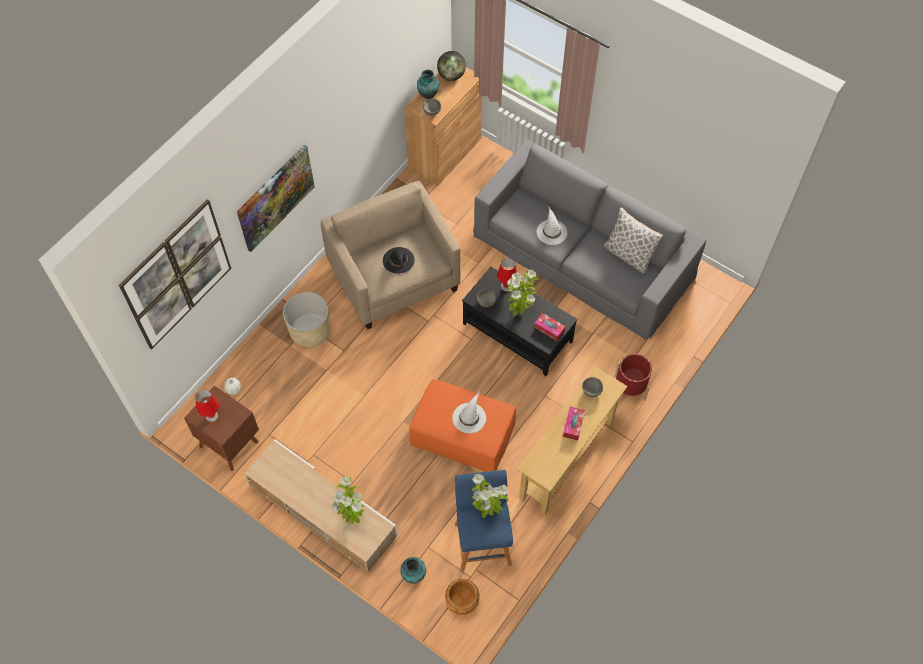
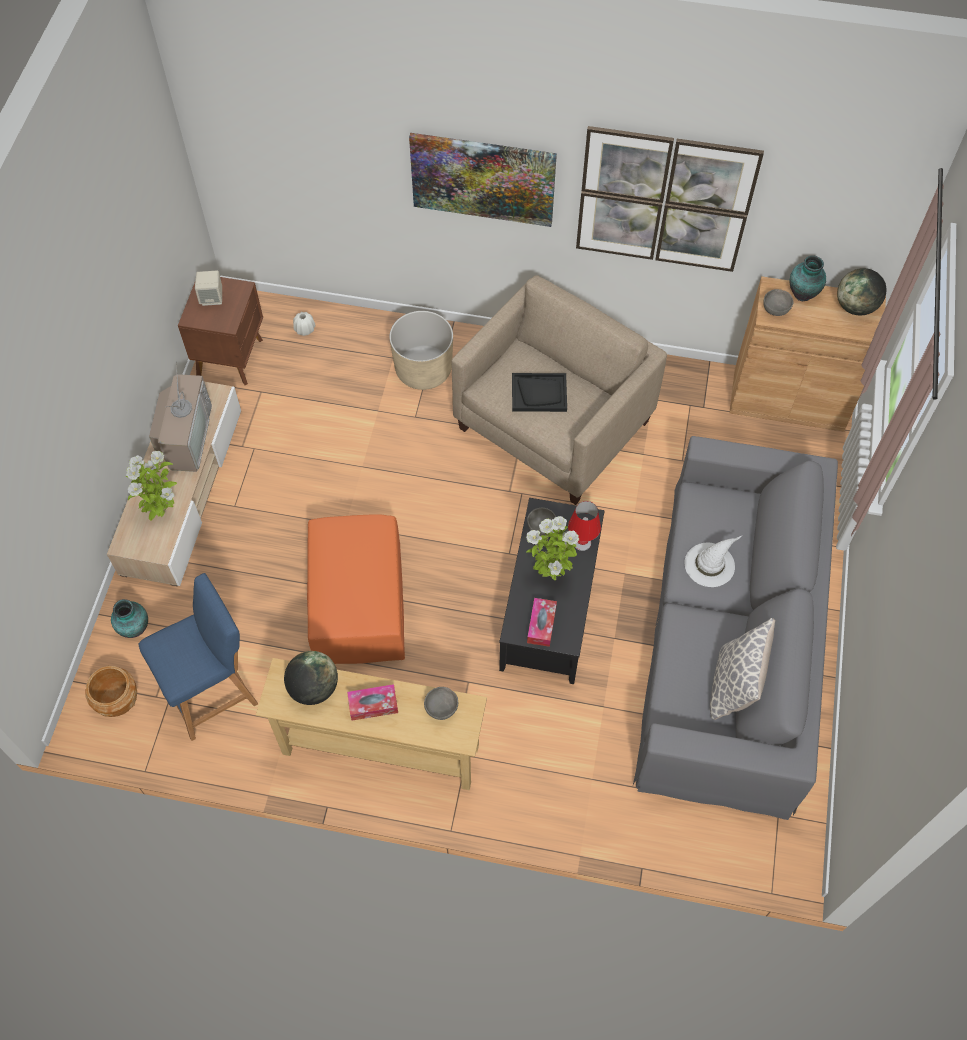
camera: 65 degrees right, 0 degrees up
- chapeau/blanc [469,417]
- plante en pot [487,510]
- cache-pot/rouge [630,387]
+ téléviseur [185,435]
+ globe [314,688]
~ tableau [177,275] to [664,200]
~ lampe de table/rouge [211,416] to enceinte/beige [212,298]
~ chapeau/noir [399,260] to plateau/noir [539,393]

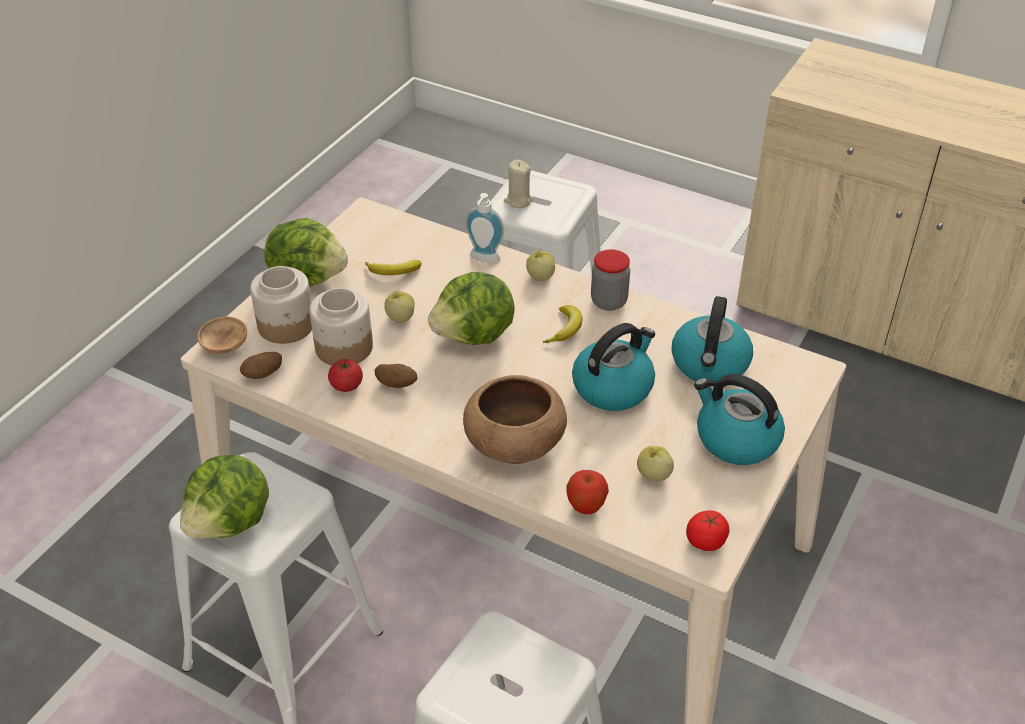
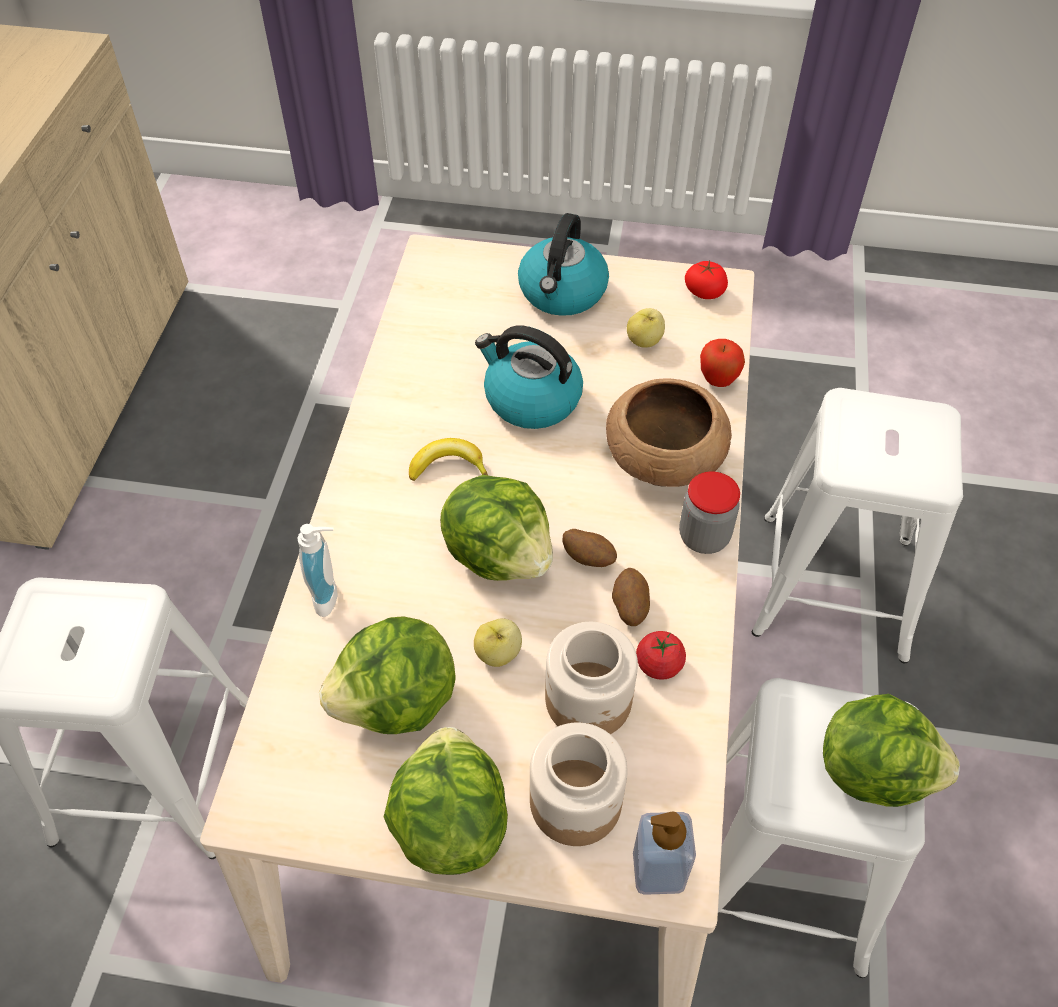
camera: 110 degrees left, 10 degrees up
- bougie/beige [518,201]
- pomme [540,277]
- bouilloire [710,365]
~ pomme de terre [263,375] to [588,558]
~ bocal [609,301] to [704,537]
~ bol/marron [225,346] to distributeur de savon [658,870]
~ banane [394,272] to laitue [397,703]

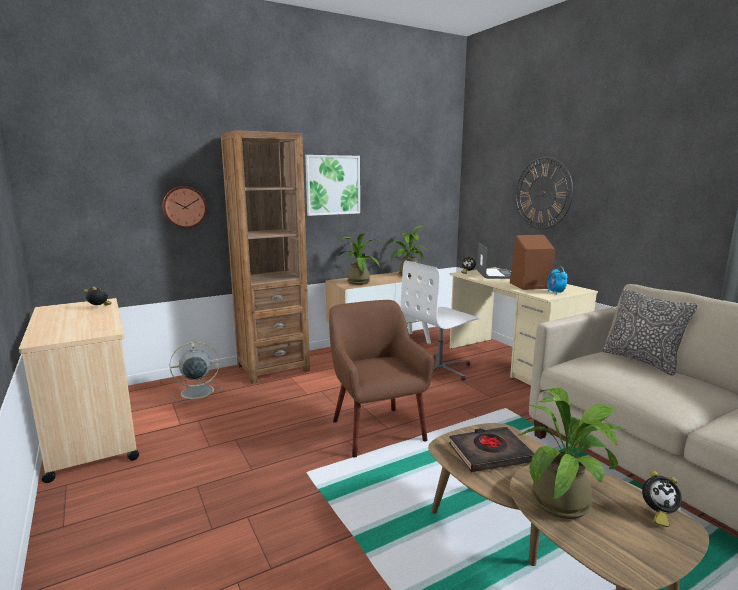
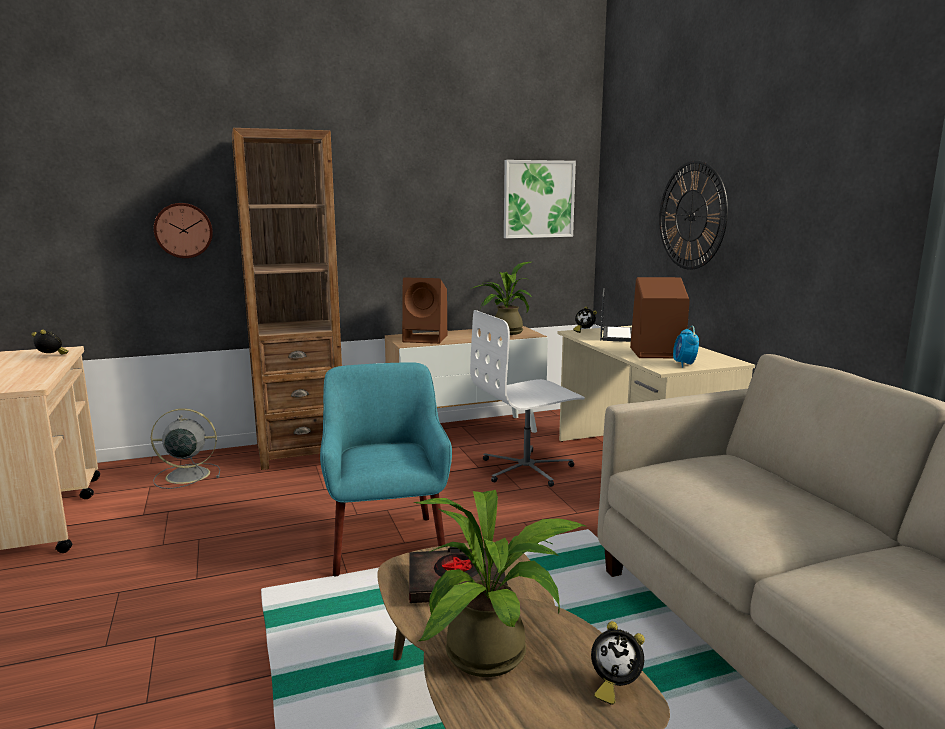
camera: 10 degrees right, 0 degrees up
- coussin [641,361]
~ tableau [332,185] to [538,199]
~ plante en pot [358,282] to enceinte/marron [426,339]
~ fauteuil/marron [376,430] to fauteuil/turquoise [387,544]

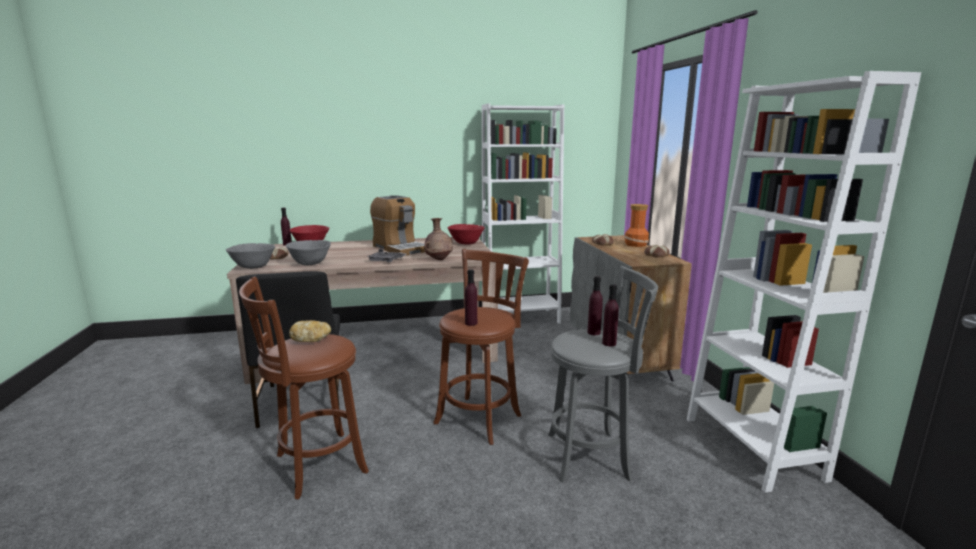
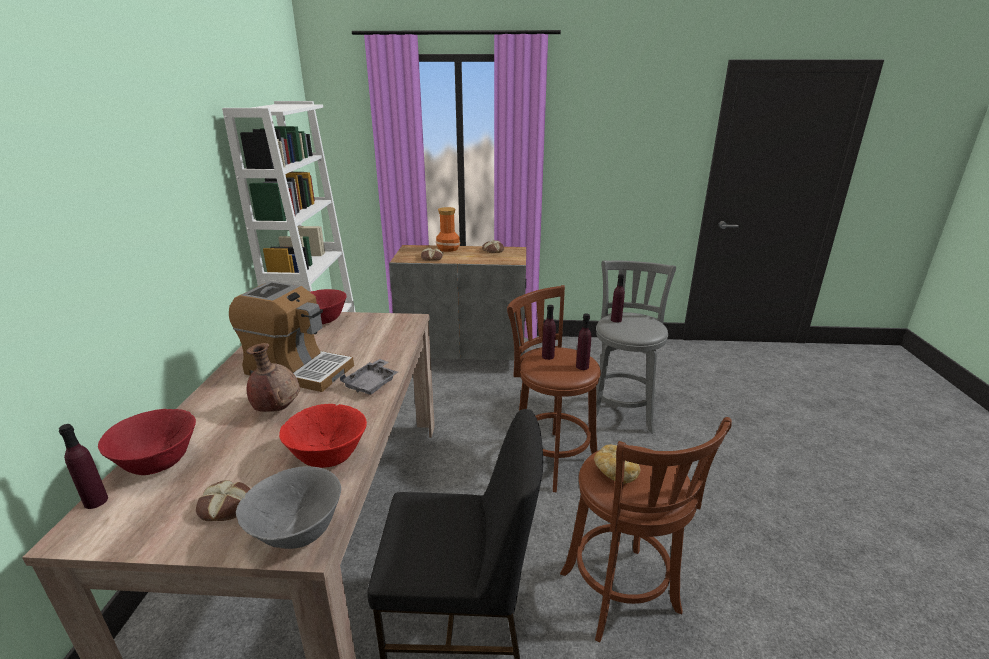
camera: 75 degrees left, 10 degrees up
- bibliothèque/blanc [752,447]
~ vase/marron [439,259] to [277,409]
~ bouteille/violet [609,343] to [548,356]
~ bol/gris [310,264] to bol/rouge [328,457]
~ machine à café [399,248] = [297,369] 45 degrees clockwise

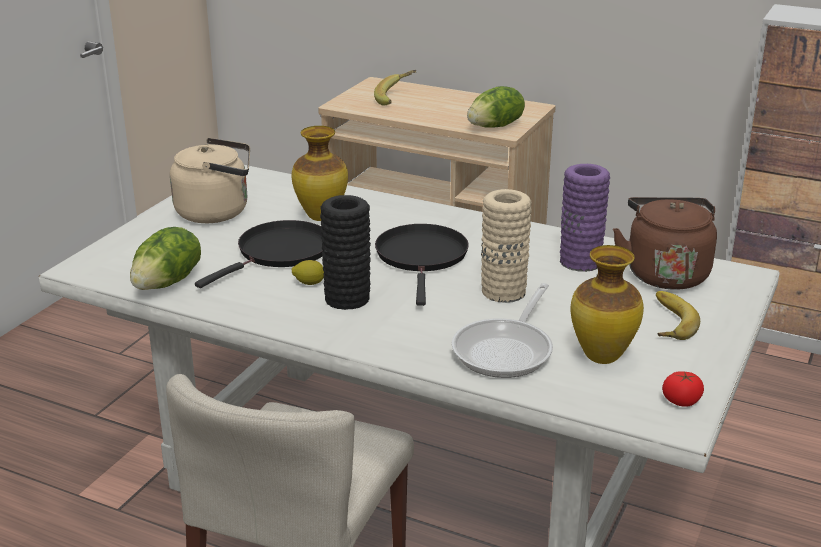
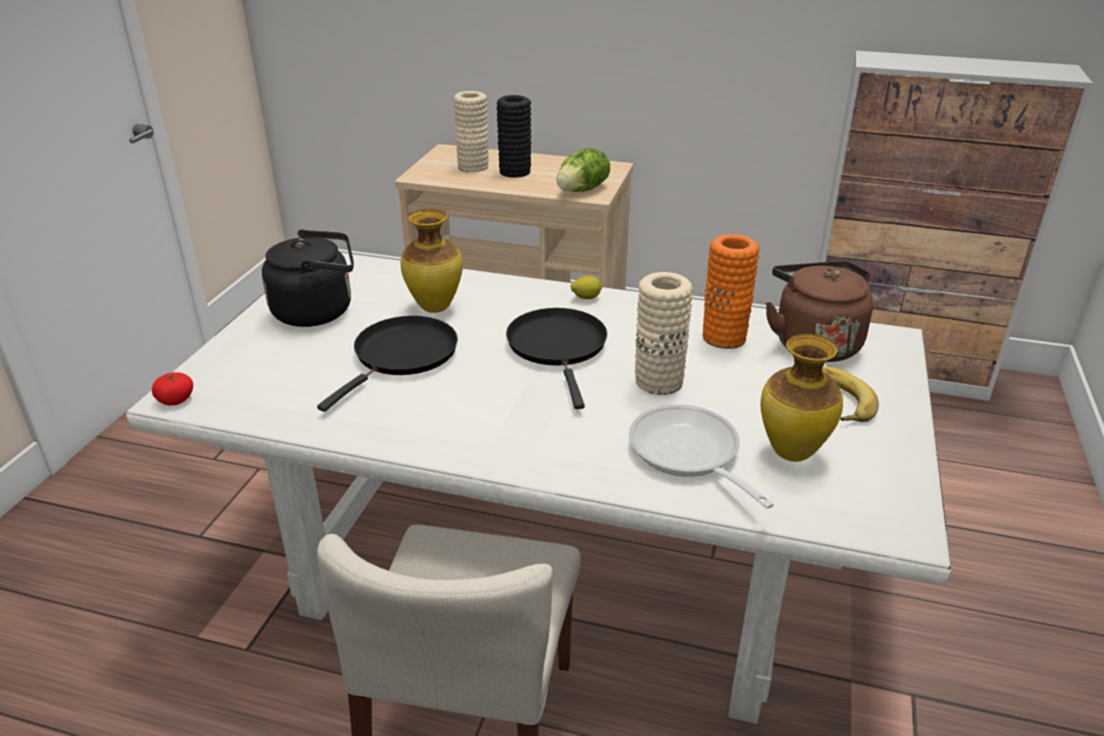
camera: 10 degrees left, 5 degrees up
- laitue [168,282]
~ citron [309,283] to [586,298]
~ vase/noir [347,298] to [515,172]
~ tomate [681,400] to [175,399]
~ banane [396,99] to vase/beige [473,167]
~ bouilloire/beige [217,212] to bouilloire/noir [318,311]
~ vase/violet [580,261] to vase/orange [723,337]
~ poêle [507,350] = [689,454] 135 degrees clockwise

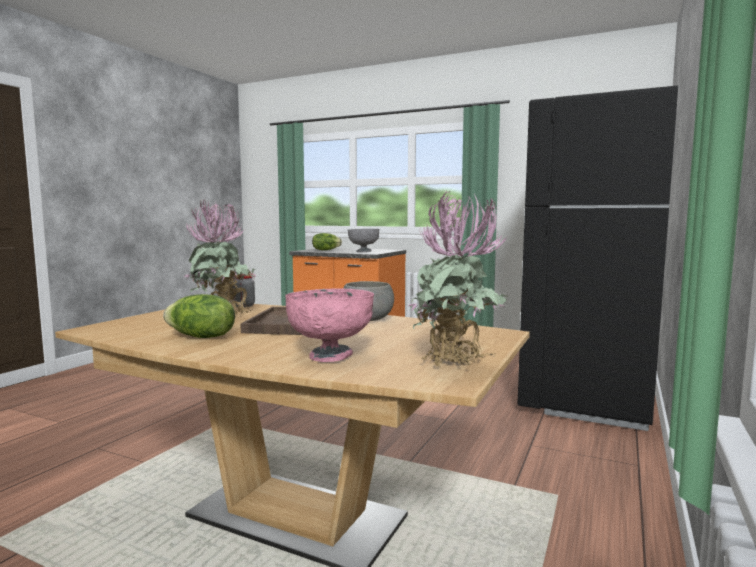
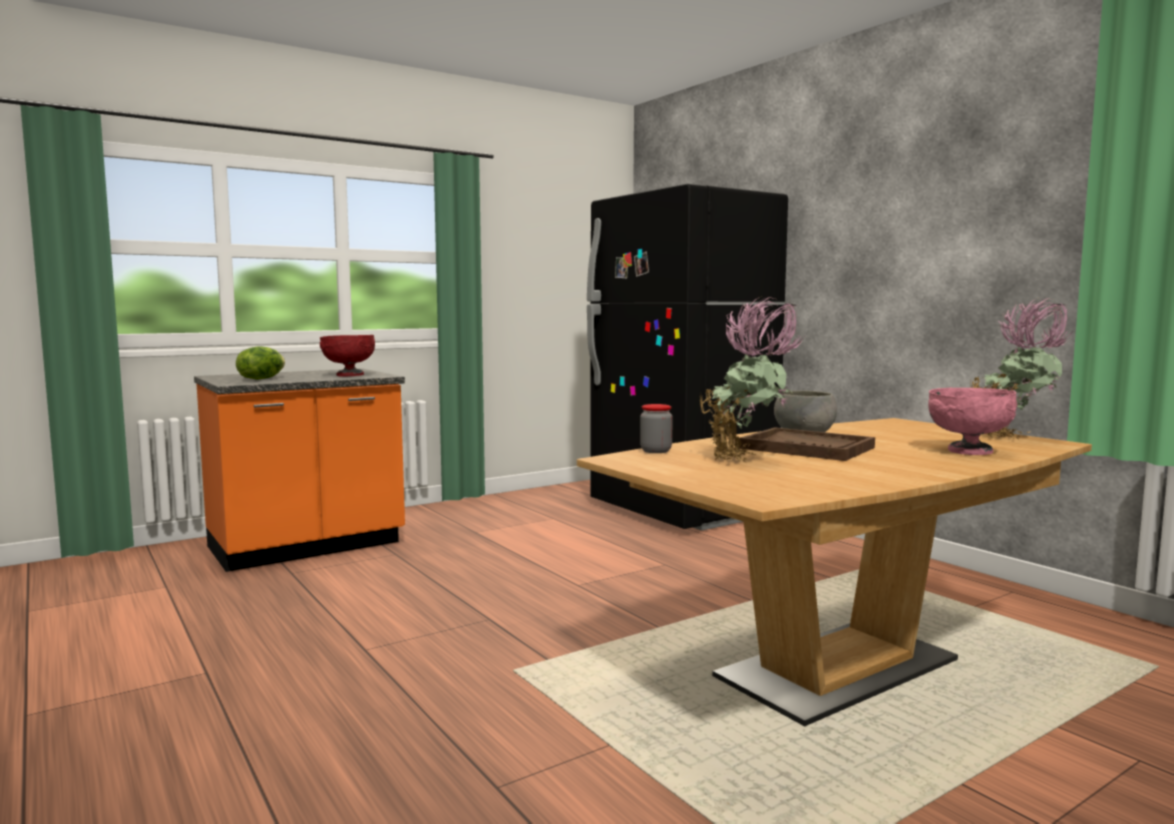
camera: 60 degrees left, 0 degrees up
- laitue [201,337]
~ bol/gris [363,252] to bol/rouge [349,375]

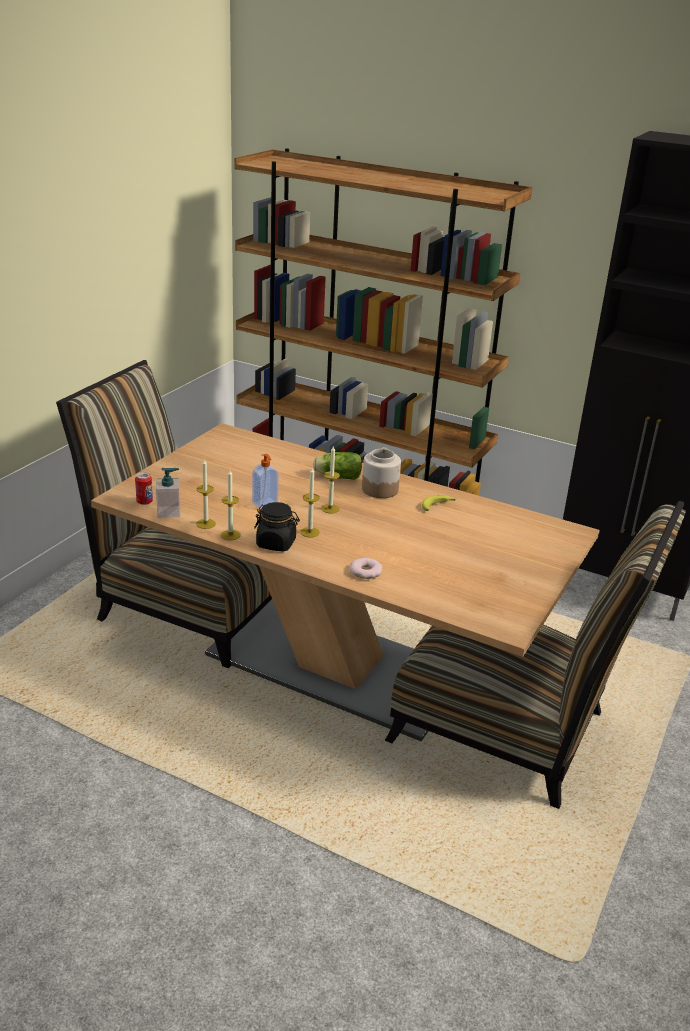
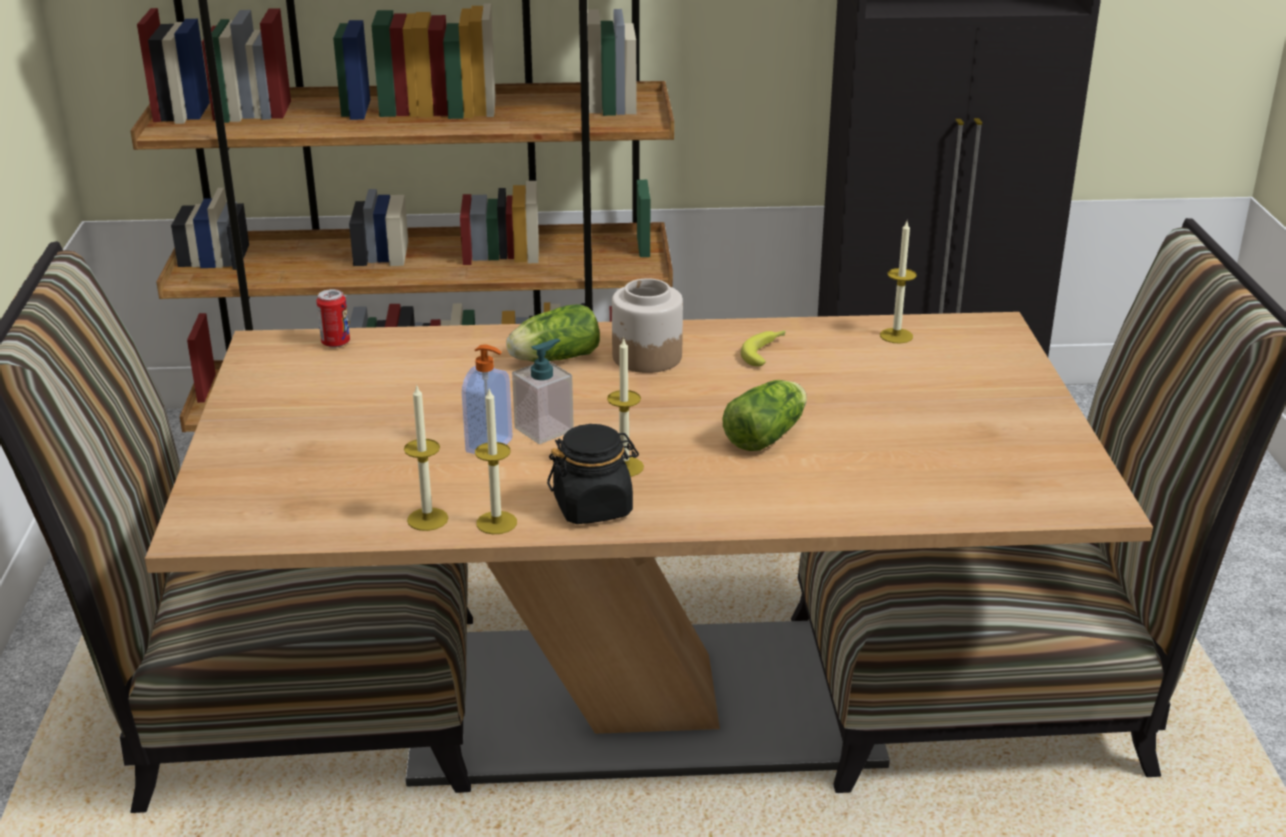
camera: 30 degrees left, 0 degrees up
- beignet [366,571]
+ laitue [768,435]
~ boîte métallique [144,502] to [335,343]
~ distributeur de savon [169,512] to [544,429]
~ bougie [330,508] to [896,336]

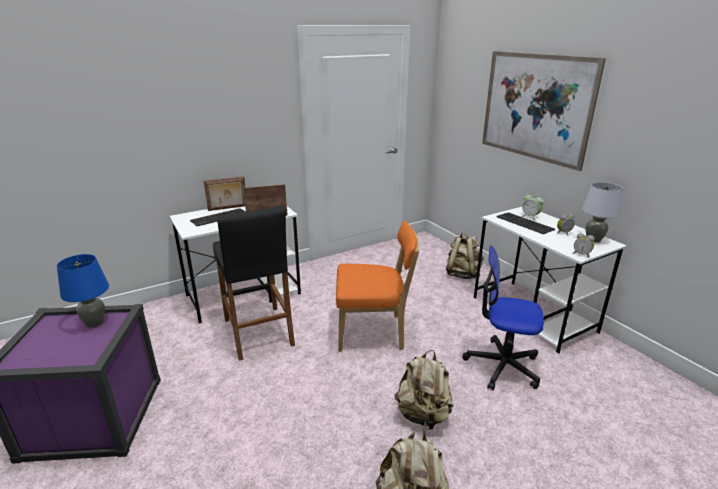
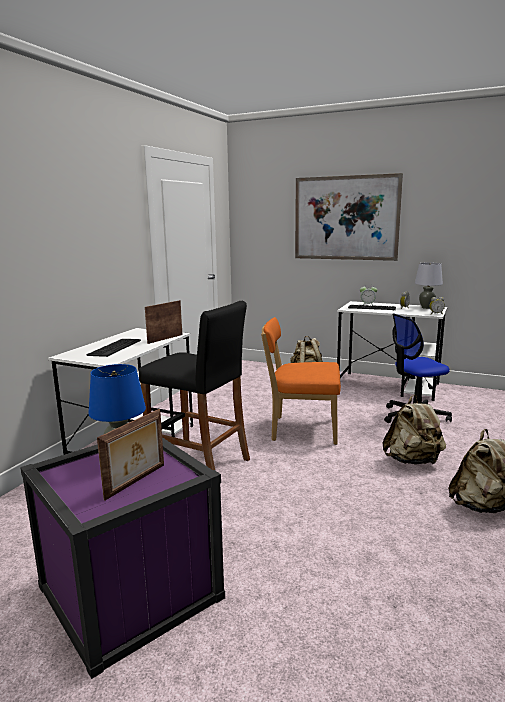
camera: 35 degrees left, 10 degrees down
~ cadre photo [228,208] to [136,482]
~ chaise/orange [374,333] = [301,430] 135 degrees counterclockwise

